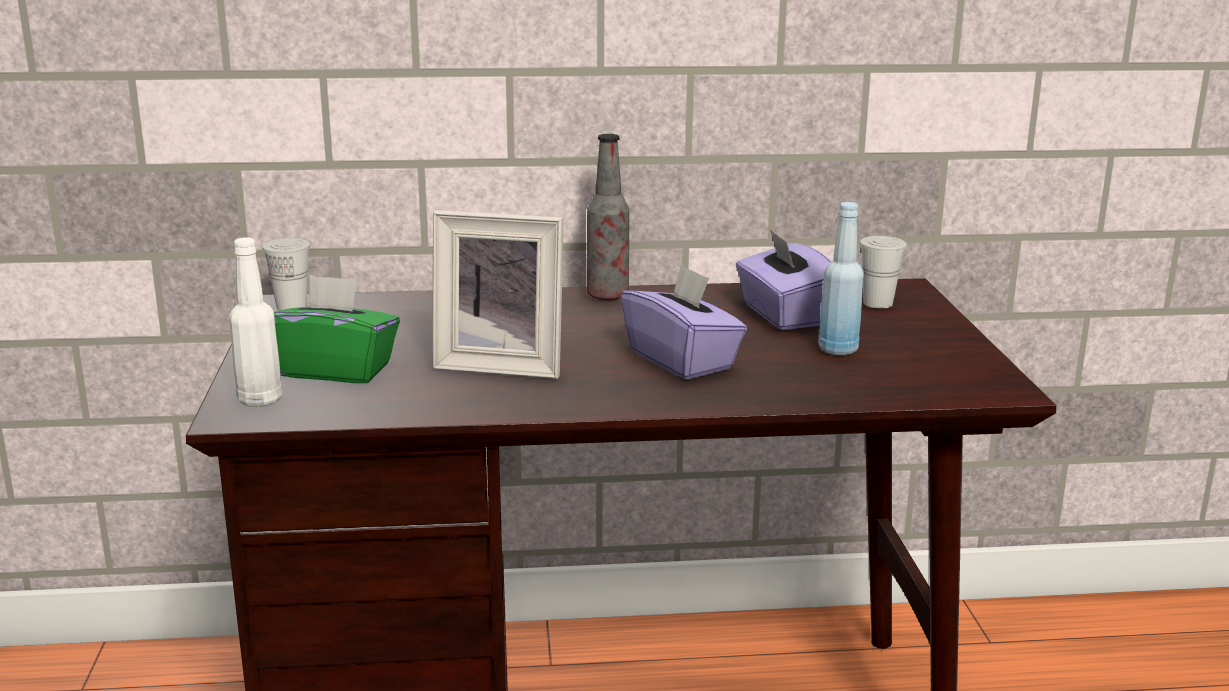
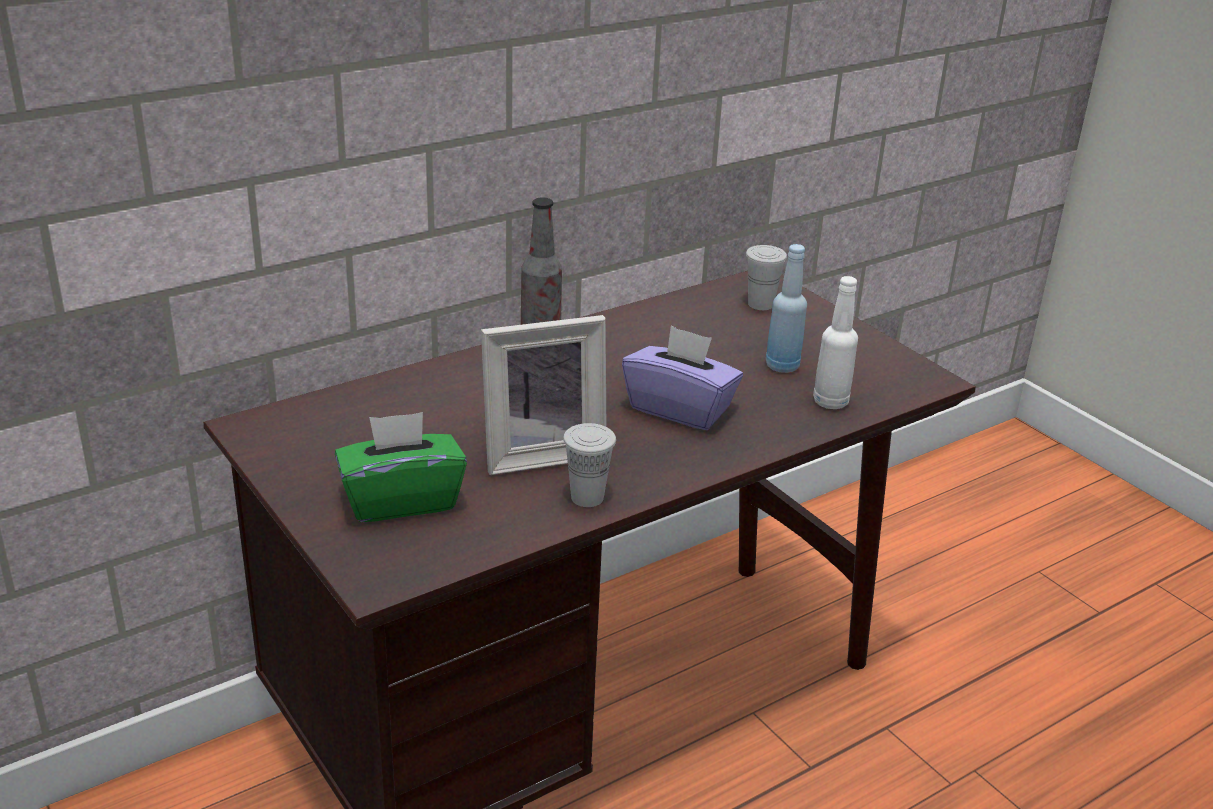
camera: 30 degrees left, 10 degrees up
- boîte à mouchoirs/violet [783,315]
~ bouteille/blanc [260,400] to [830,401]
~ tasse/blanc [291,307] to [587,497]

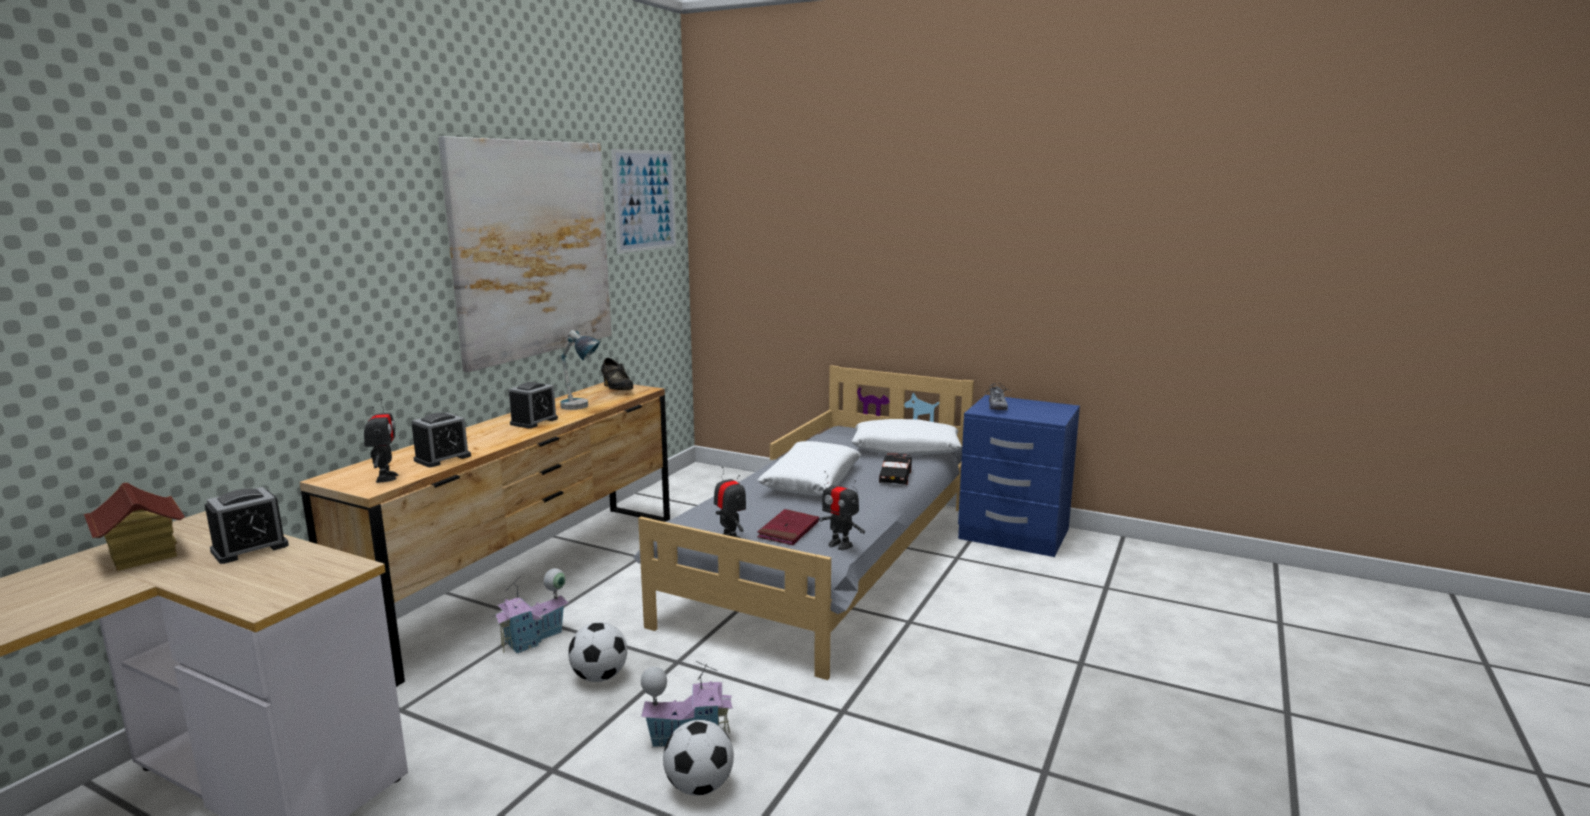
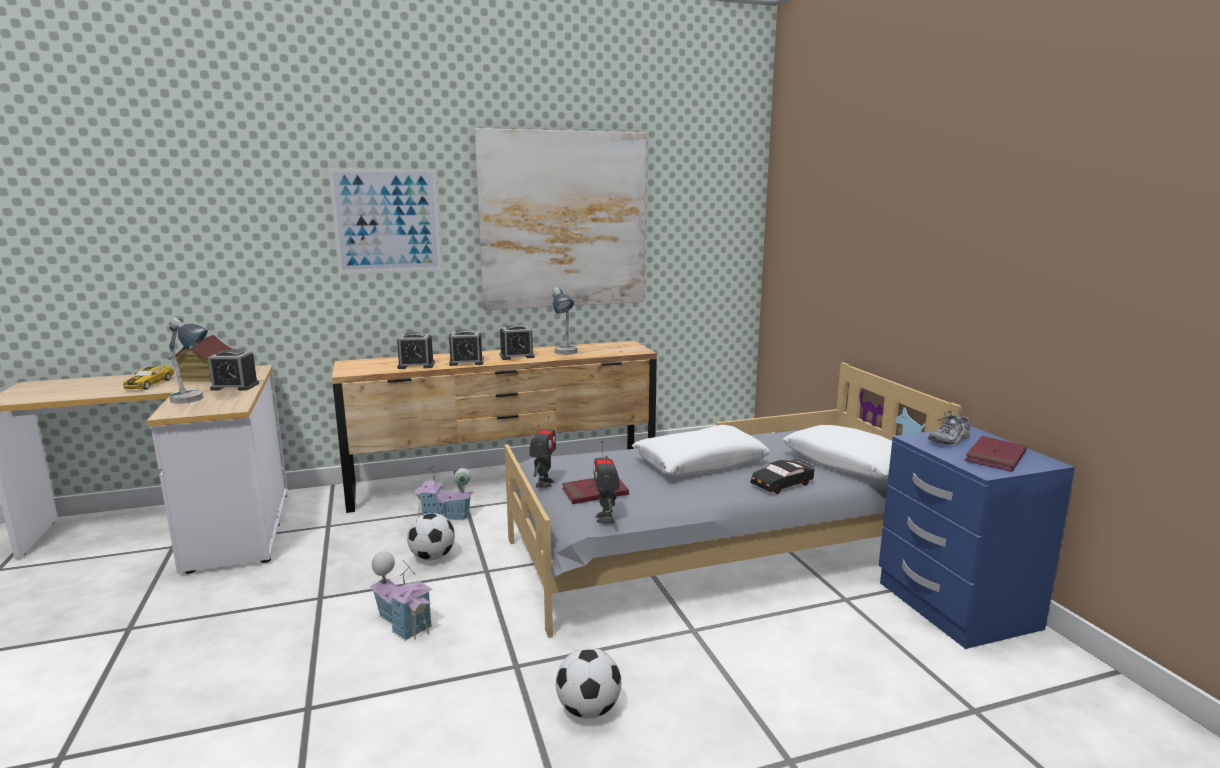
camera: 45 degrees right, 0 degrees up
- robot jouet [386,478]
- chaussure/noir [617,390]
+ petite voiture [149,384]
+ lampe de table [193,401]
+ réveil [466,362]
+ livre/rouge [995,457]
~ tableau [644,200] to [387,221]
~ ballon de foot [699,786] to [588,710]

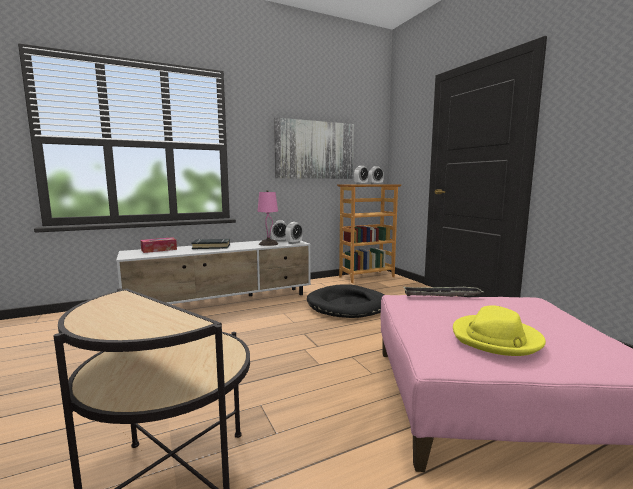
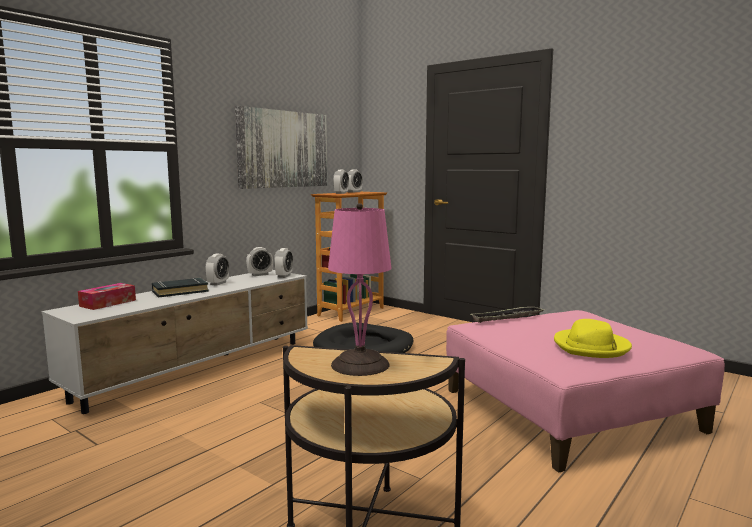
camera: 25 degrees left, 0 degrees up
+ réveil [218,283]
~ lampe de table/rose [269,244] to [361,364]

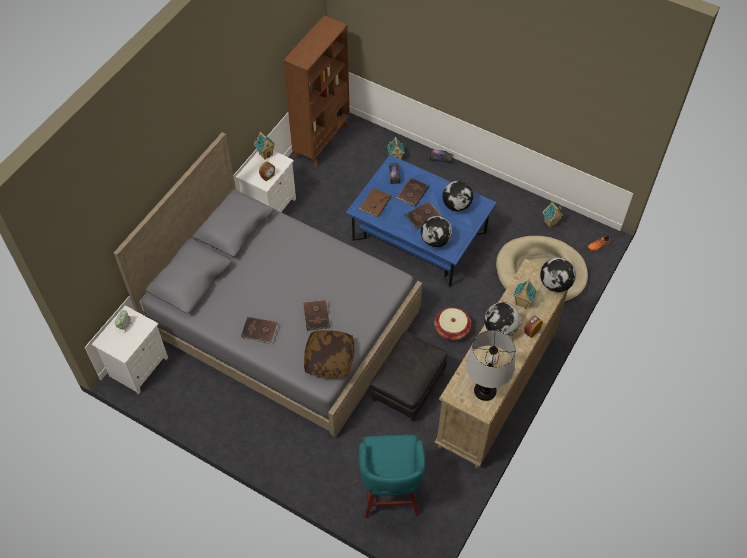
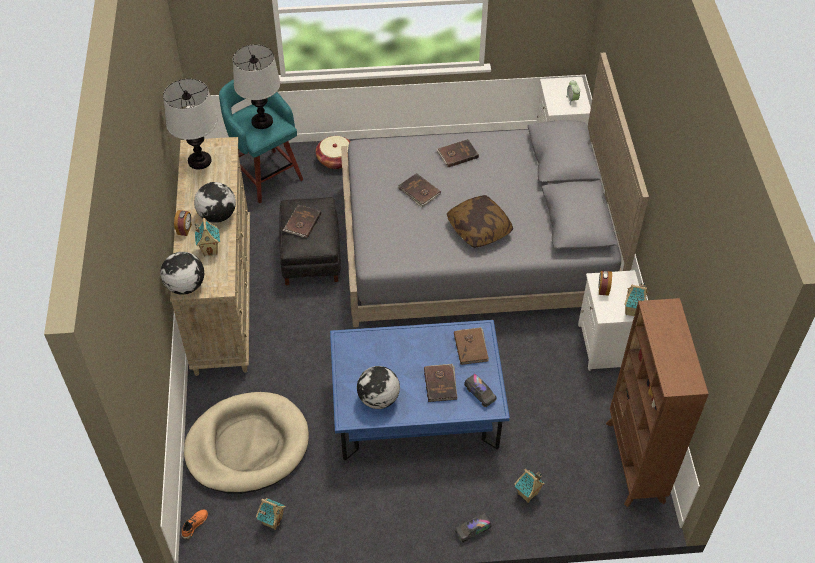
camera: 145 degrees right, 5 degrees down
- globe [436,241]
+ lampe de table [262,121]
~ coussin [329,358] to [479,229]
~ livre/marron [423,217] to [302,222]
~ panier [452,329] to [335,160]

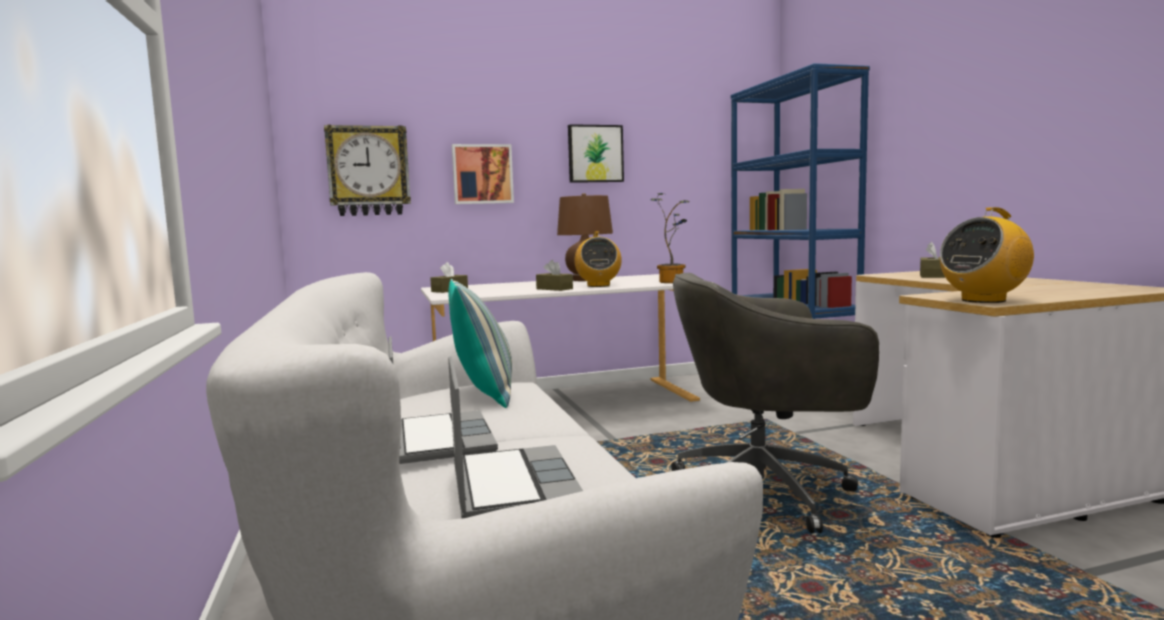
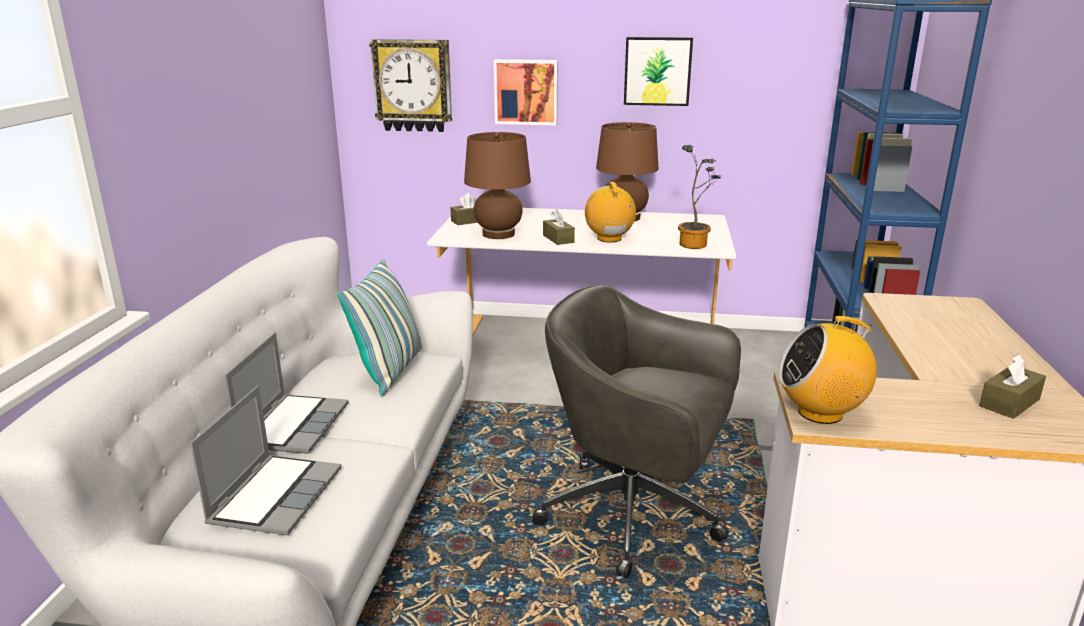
camera: 25 degrees right, 15 degrees up
+ lampe de table/marron [498,234]
~ boîte à mouchoirs/marron [932,276] to [1009,403]
~ radio [598,285] = [609,239] 150 degrees clockwise

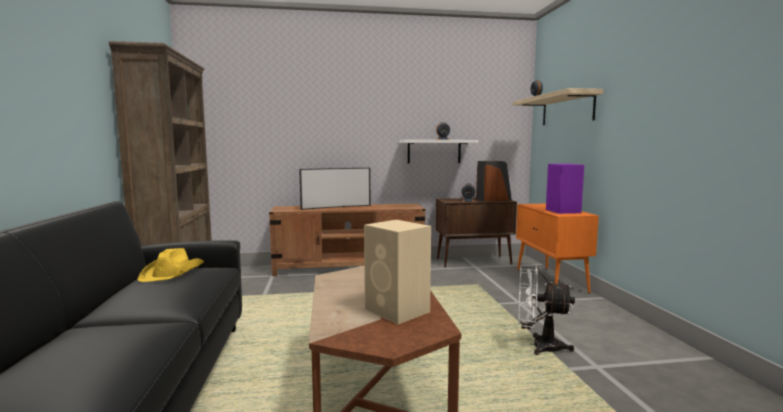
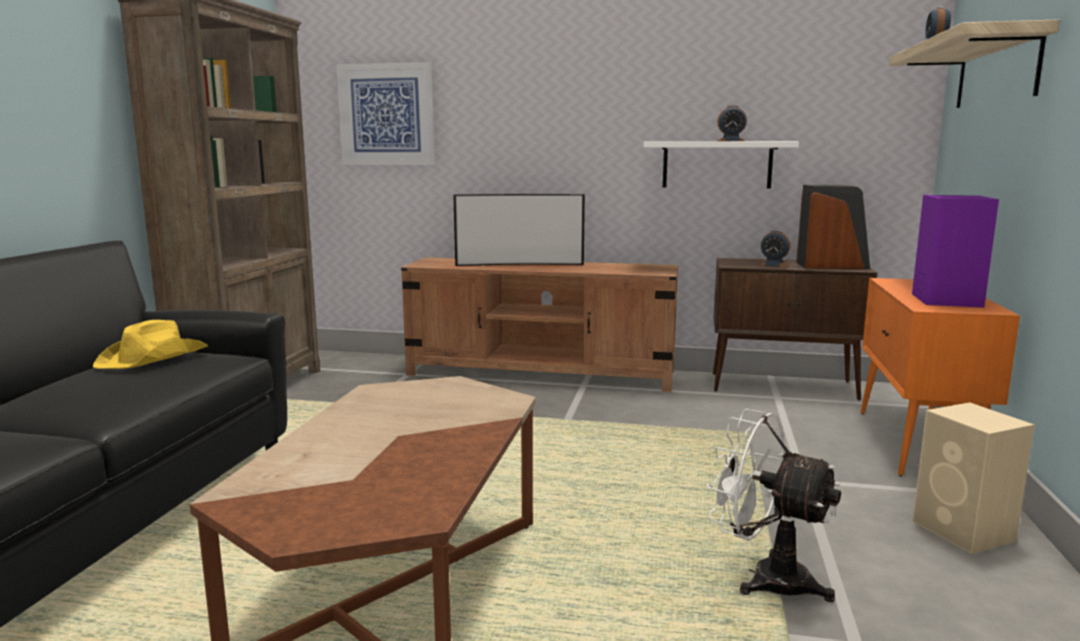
camera: 20 degrees right, 5 degrees up
+ tableau [386,115]
~ enceinte/beige [398,311] to [965,532]

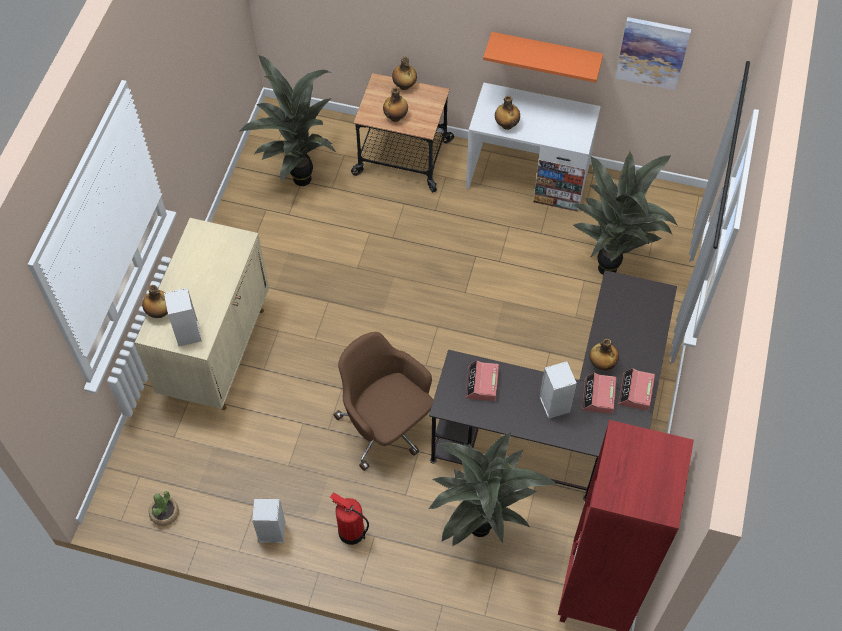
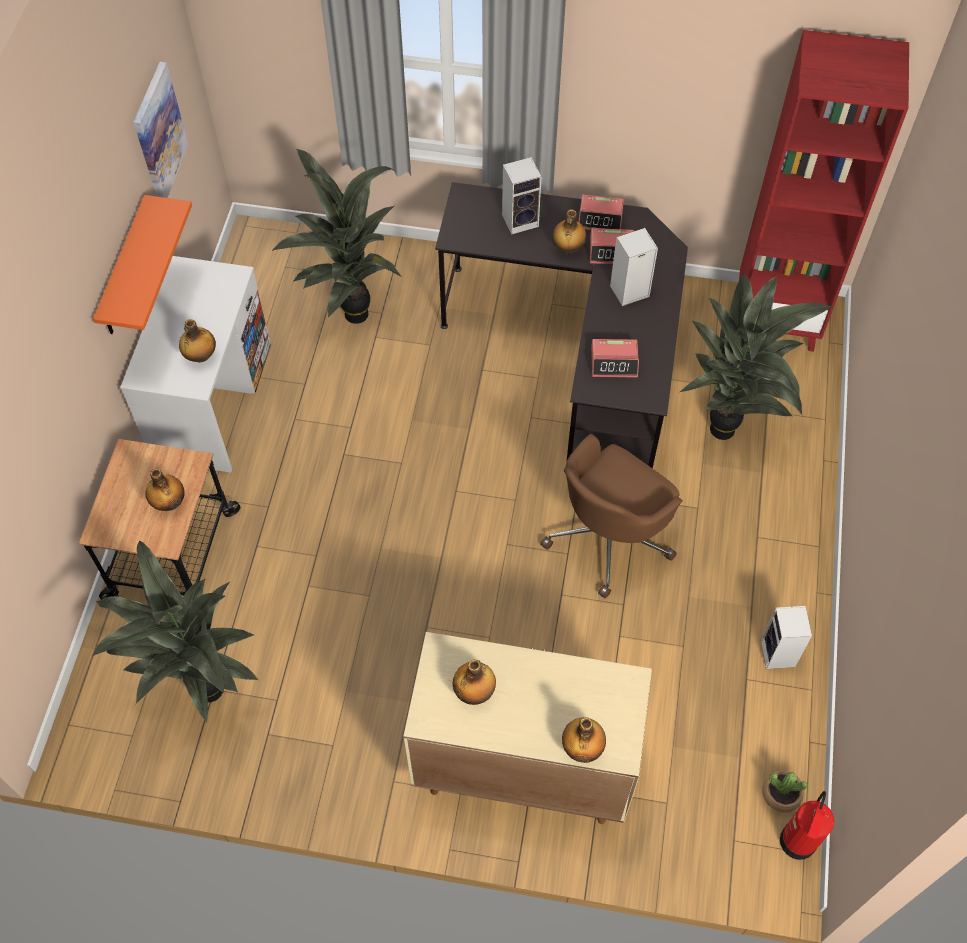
camera: 95 degrees left, 0 degrees up
~ enceinte [189,334] to [521,220]
~ extincteur [351,532] to [797,842]
~ bouteille [404,86] to [474,692]

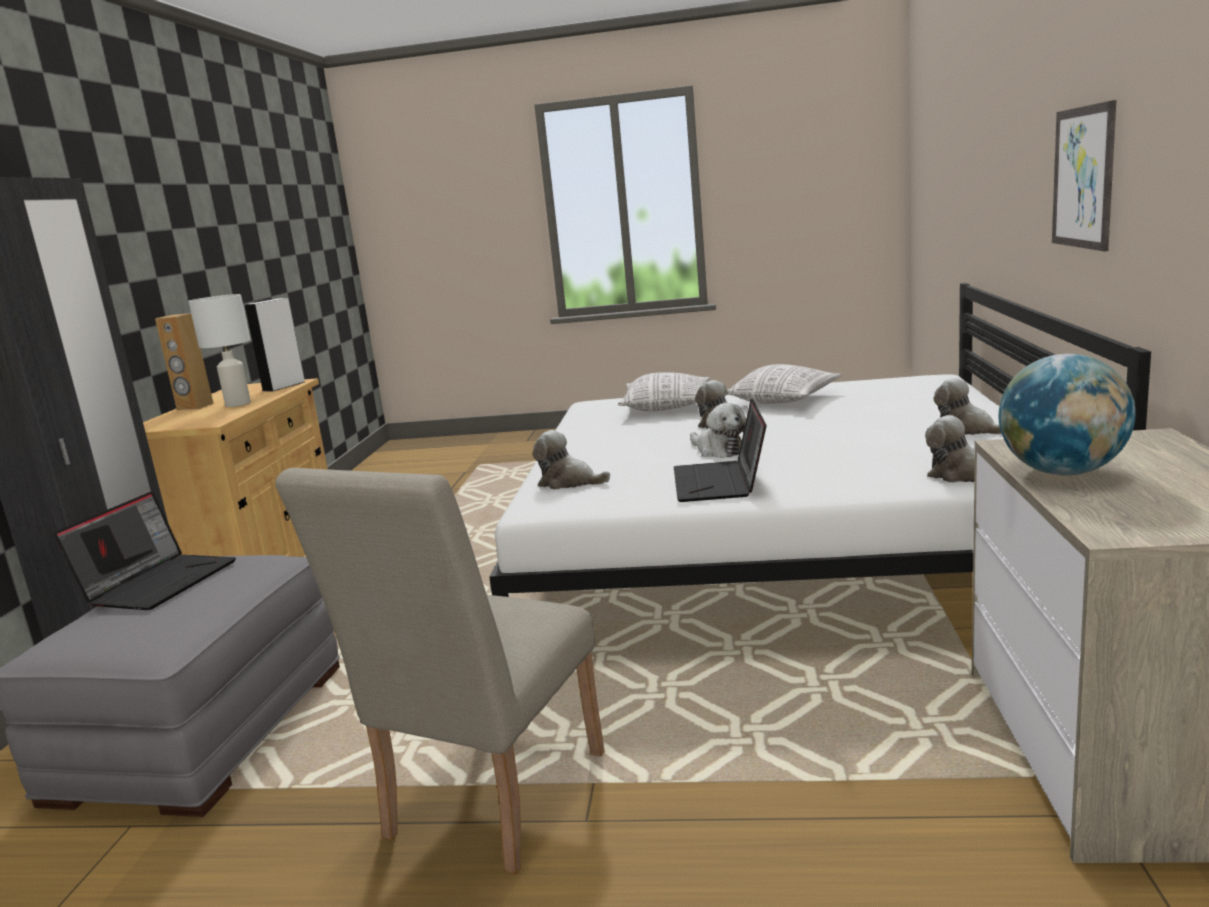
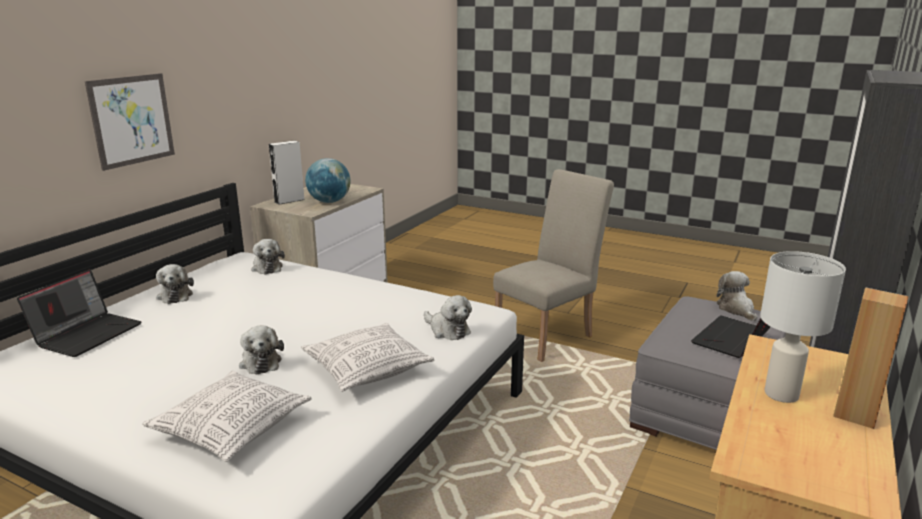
camera: 160 degrees left, 5 degrees up
~ enceinte/blanc [284,386] to [289,200]
~ ordinateur portable [720,483] to [88,334]
~ peluche [718,450] to [736,309]
~ coussin [782,400] to [367,370]

